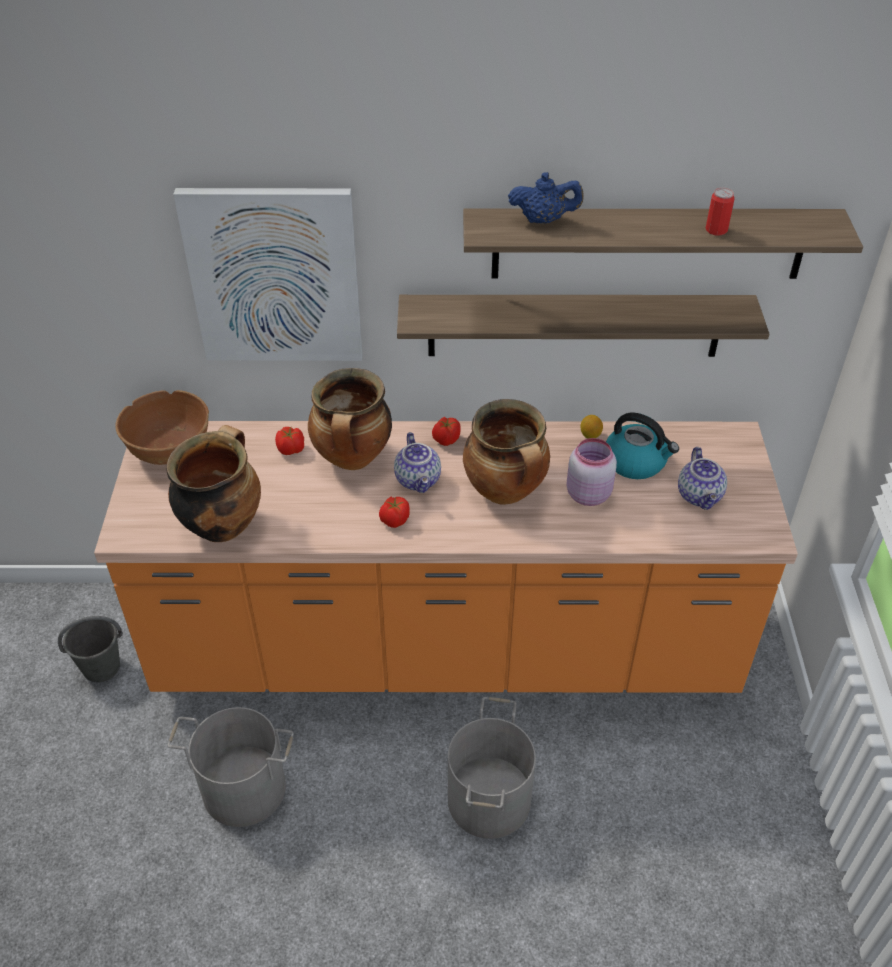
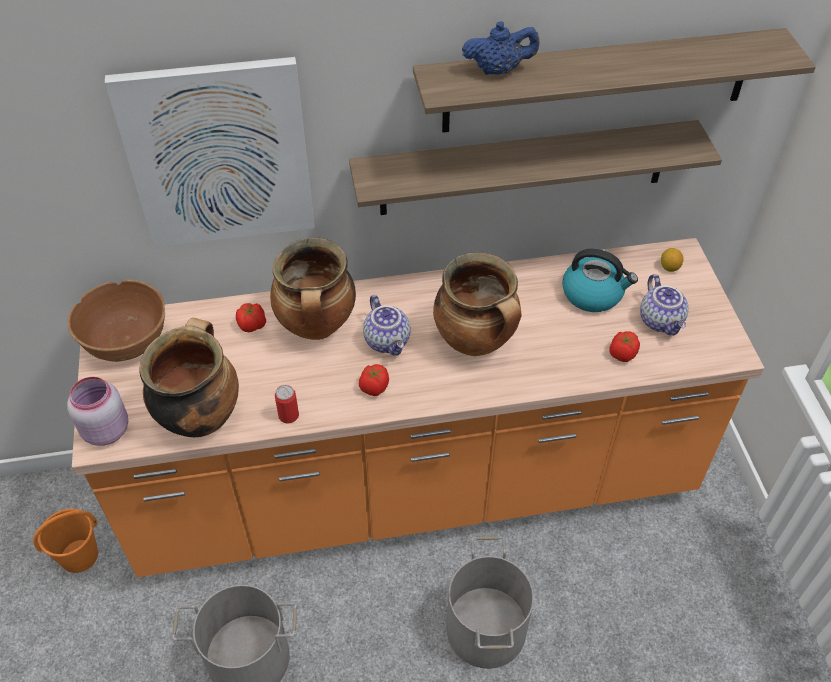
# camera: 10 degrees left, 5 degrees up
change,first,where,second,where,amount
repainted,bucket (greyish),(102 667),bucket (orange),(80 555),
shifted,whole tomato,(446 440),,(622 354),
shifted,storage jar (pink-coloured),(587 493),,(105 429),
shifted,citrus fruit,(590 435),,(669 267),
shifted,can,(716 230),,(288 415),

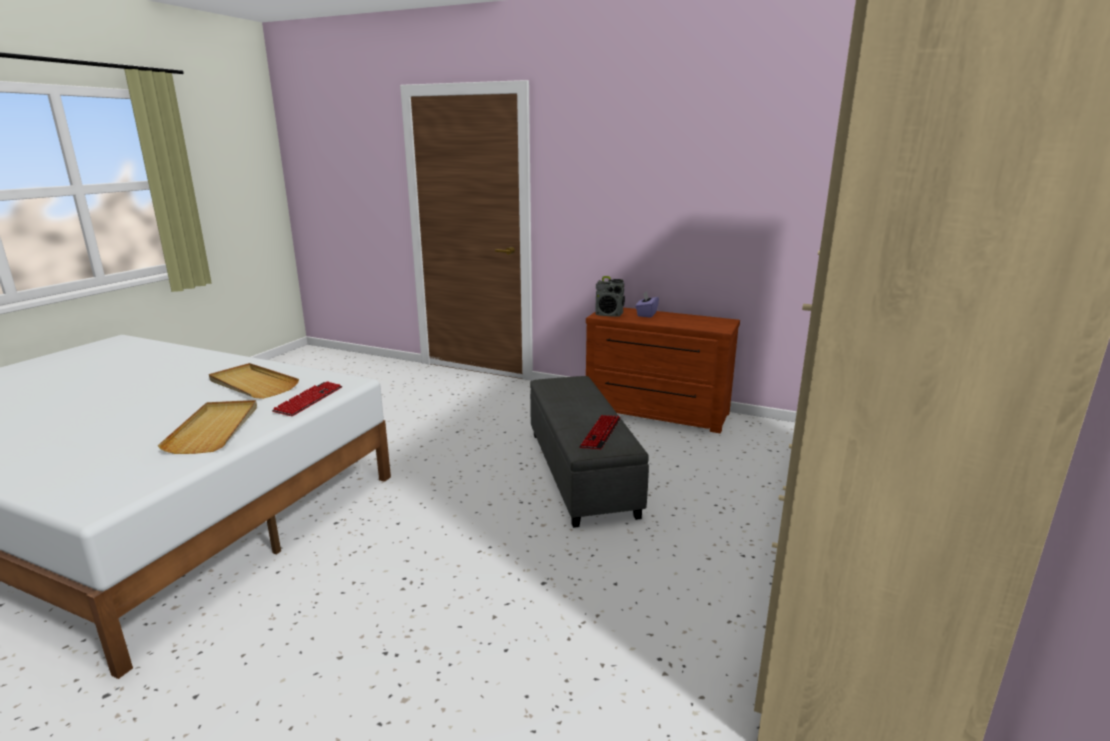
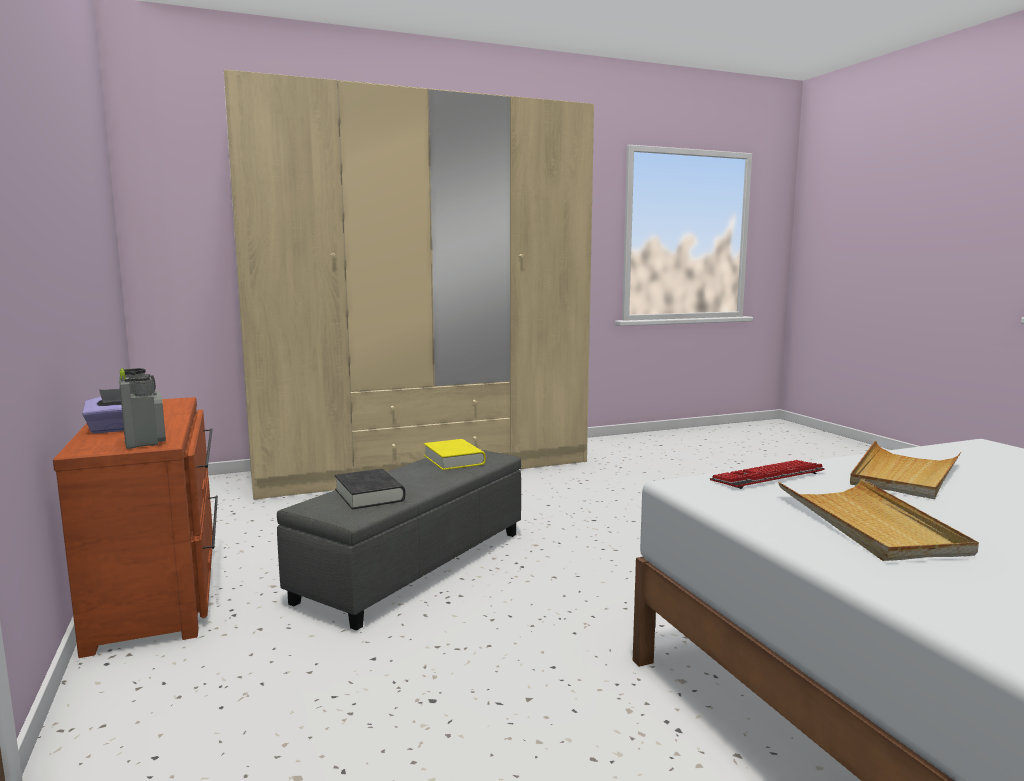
# camera: 135 degrees left, 10 degrees down
change,first,where,second,where,amount
swapped,computer keyboard,(600 433),bound book (yellowish),(454 460),
new,,,bound book (black),(369 495),

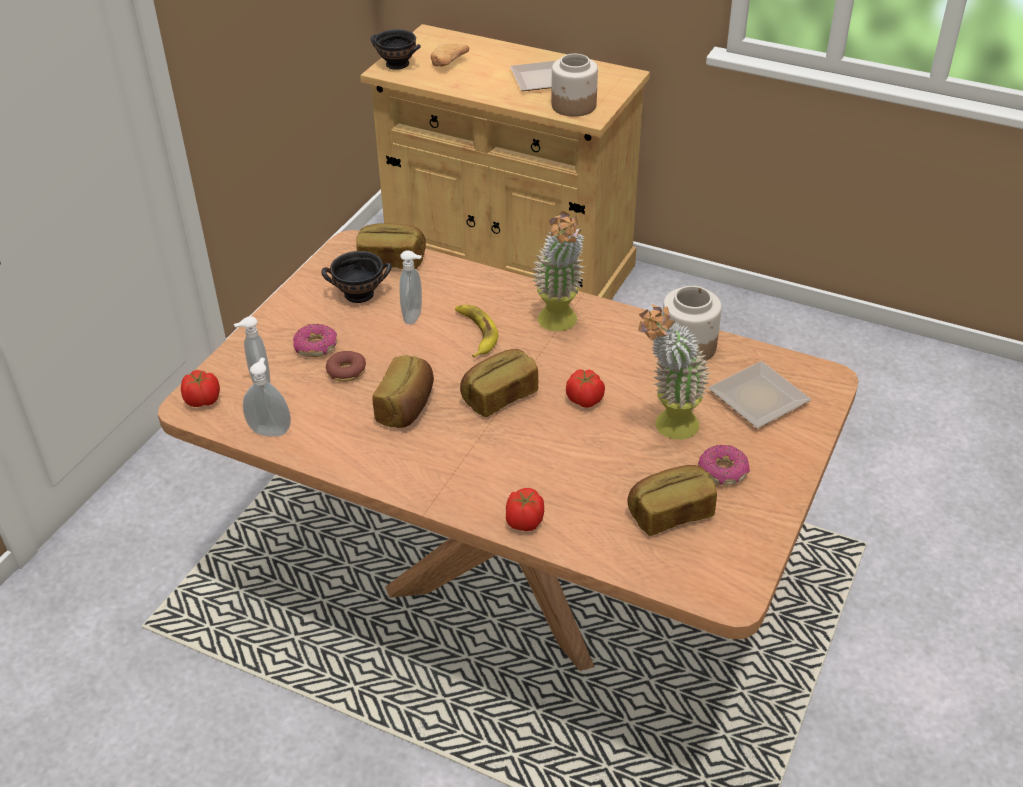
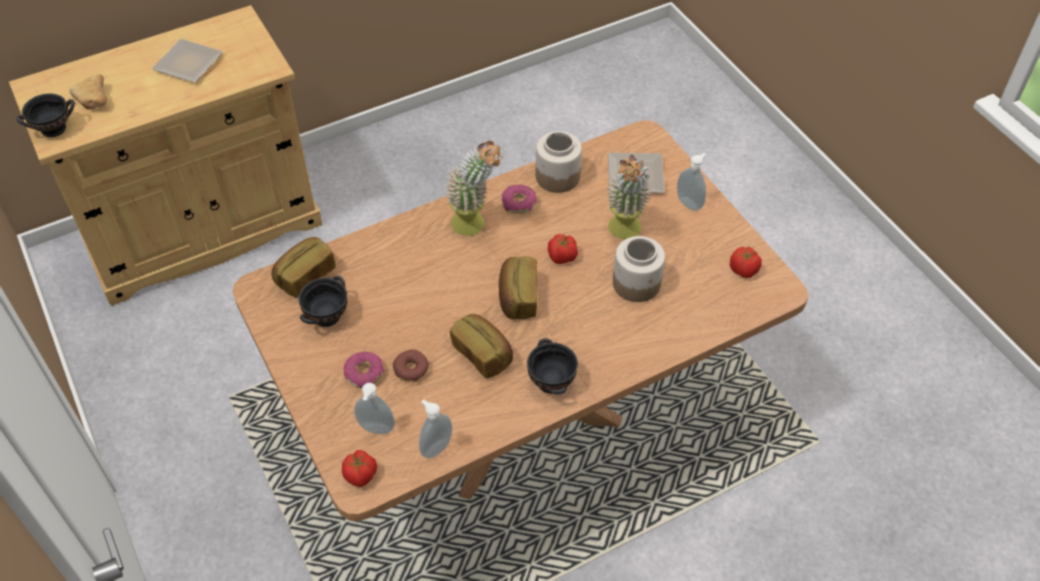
# camera: 55 degrees left, 10 degrees up
change,first,where,second,where,amount
shifted,soap bottle,(414 317),,(690 203),
gone,whole banana,(475 333),,,
shifted,whole tomato,(524 522),,(743 270),
shifted,storage jar,(574 106),,(637 283),
gone,bakery bread,(670 513),,,
shifted,doughnut,(723 471),,(519 203),
new,,,serving bowl (black),(551 383),

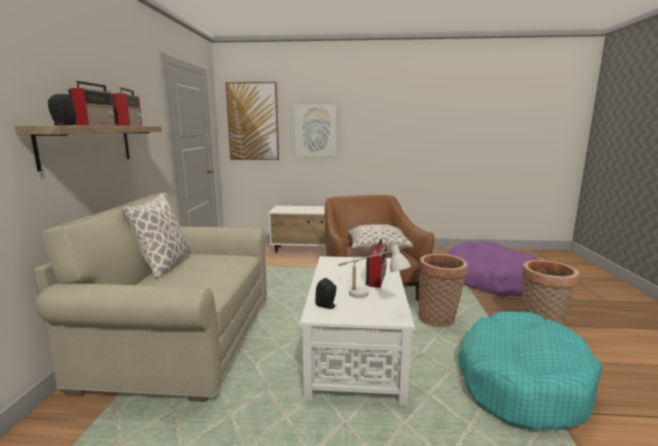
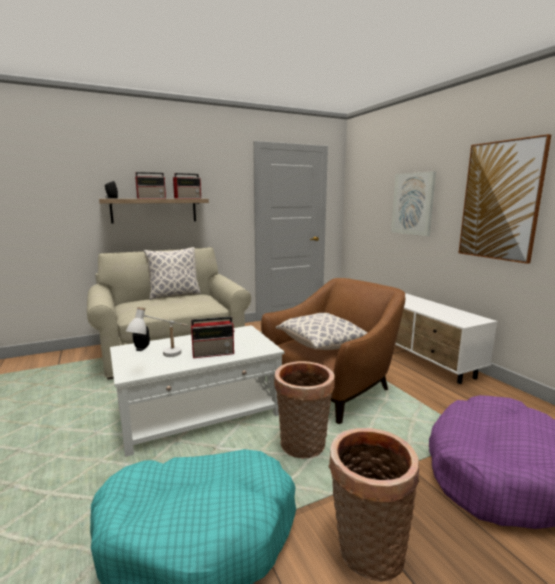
# camera: 60 degrees right, 0 degrees up
change,first,where,second,where,amount
shifted,wall art,(253 121),,(500 201),

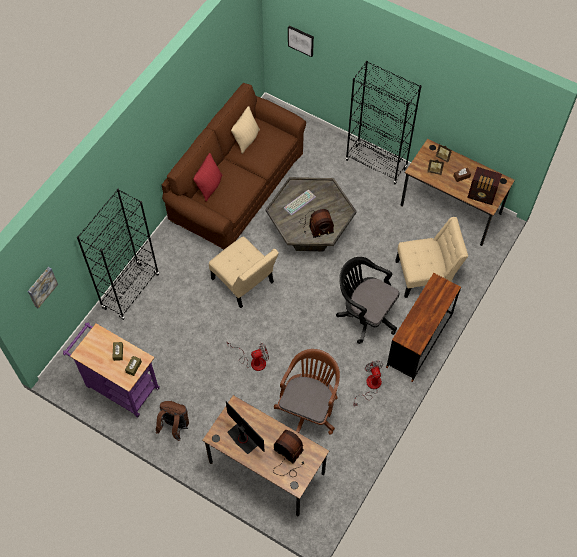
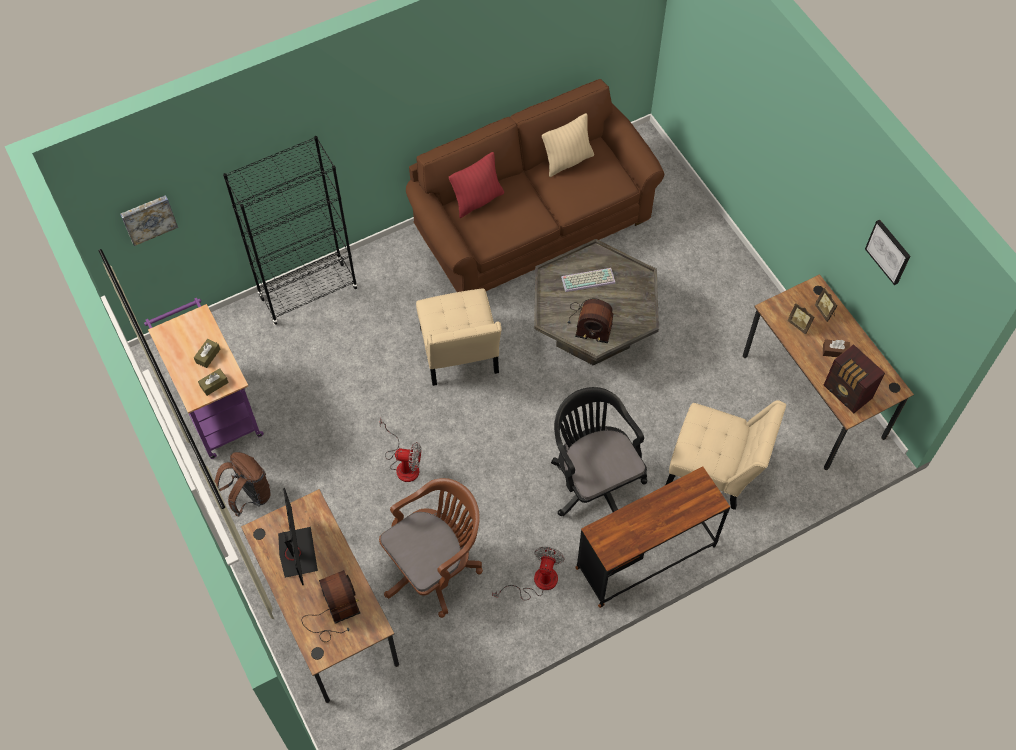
# camera: 30 degrees right, 0 degrees up
change,first,where,second,where,amount
shifted,wall art,(301 40),,(888 251),
gone,bookshelf (black),(376 164),,,

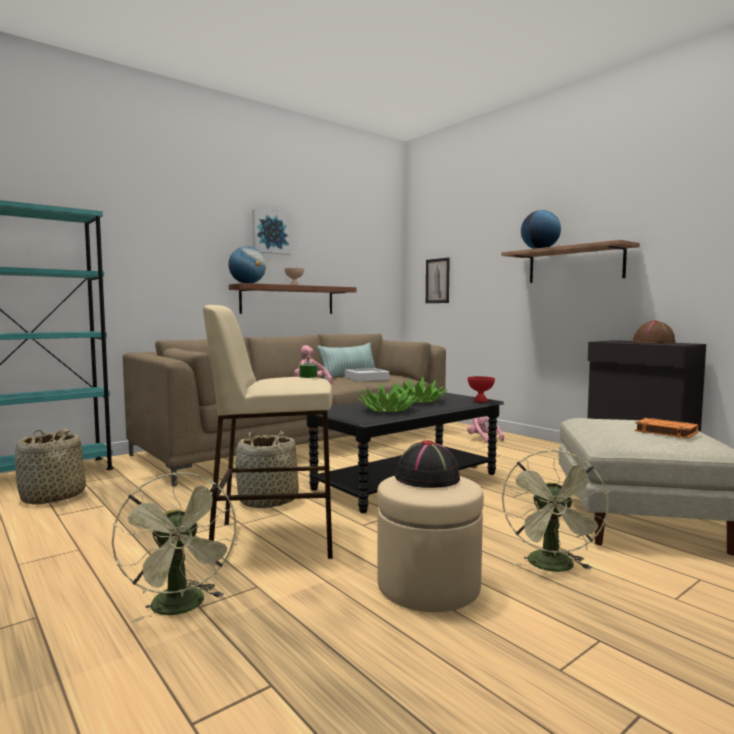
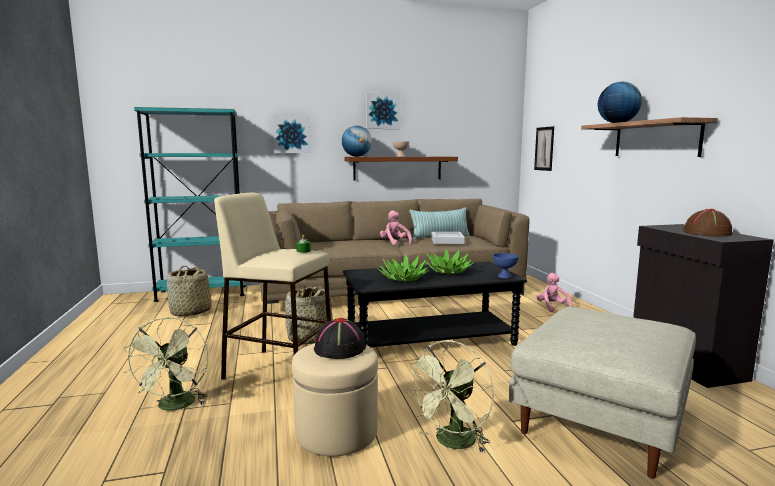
# camera: 25 degrees right, 5 degrees up
change,first,where,second,where,amount
repainted,serving bowl (red-coloured),(480 401),serving bowl (blue),(504 276),
gone,bound book (orange),(665 432),,,
new,,,wall art,(291 134),

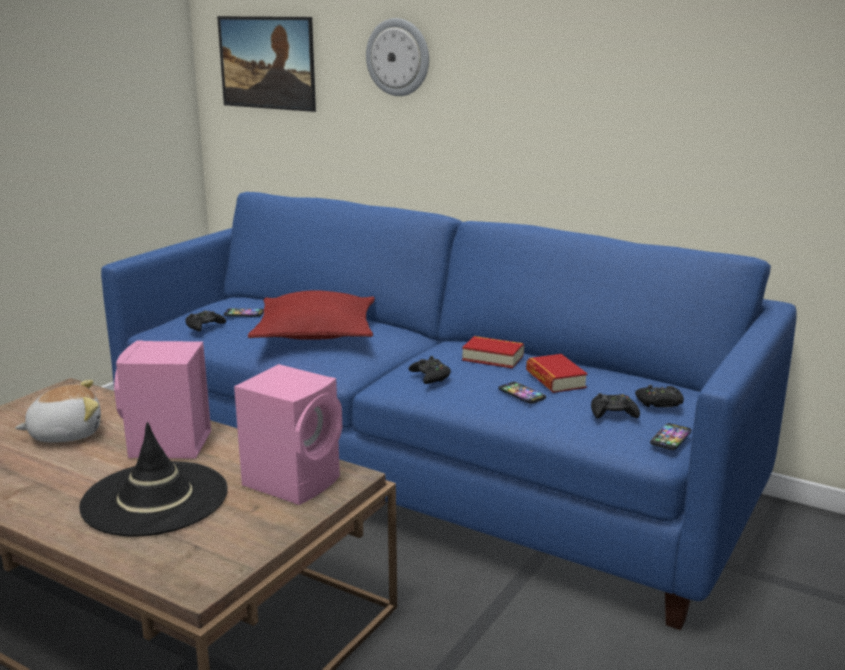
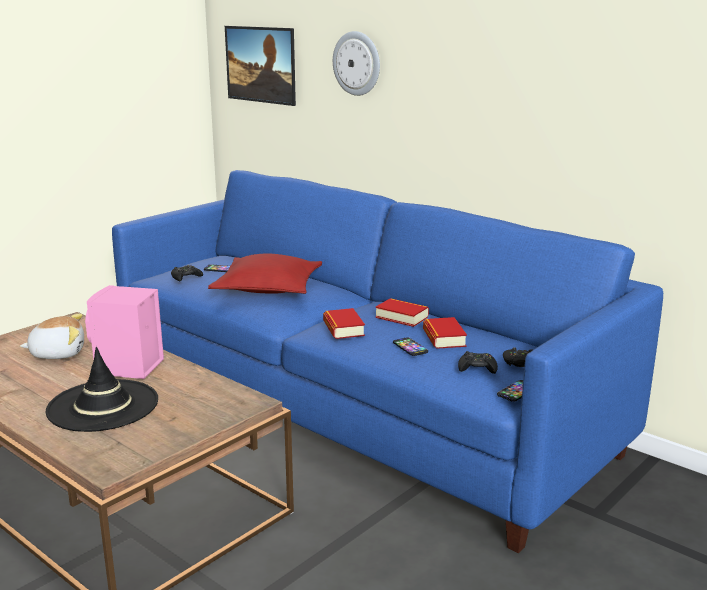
# camera: 10 degrees right, 0 degrees up
change,first,where,second,where,amount
gone,speaker (pink-coloured),(294 480),,,
swapped,joypad (black),(430 376),bound book,(343 329),

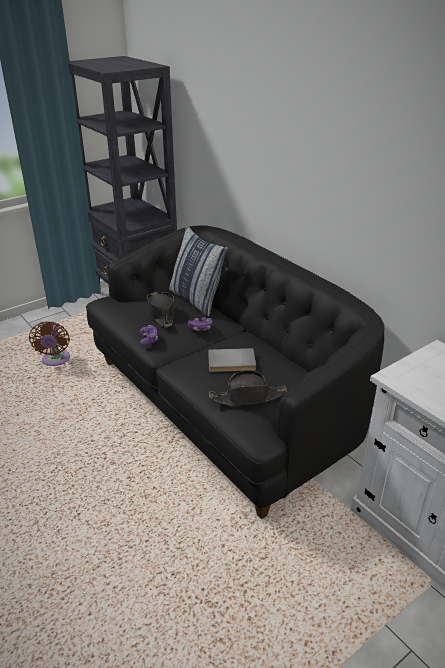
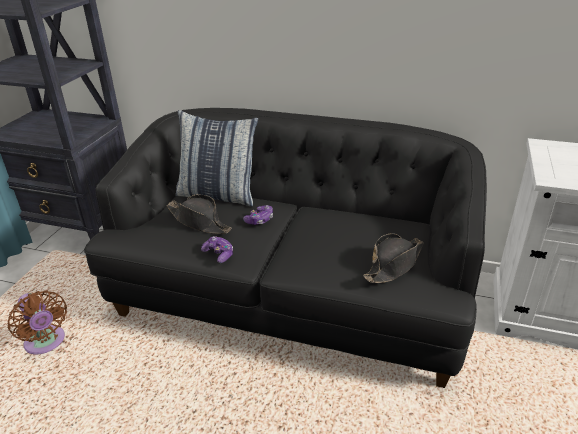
# camera: 35 degrees left, 0 degrees up
change,first,where,second,where,amount
gone,bound book (greyish),(231 363),,,

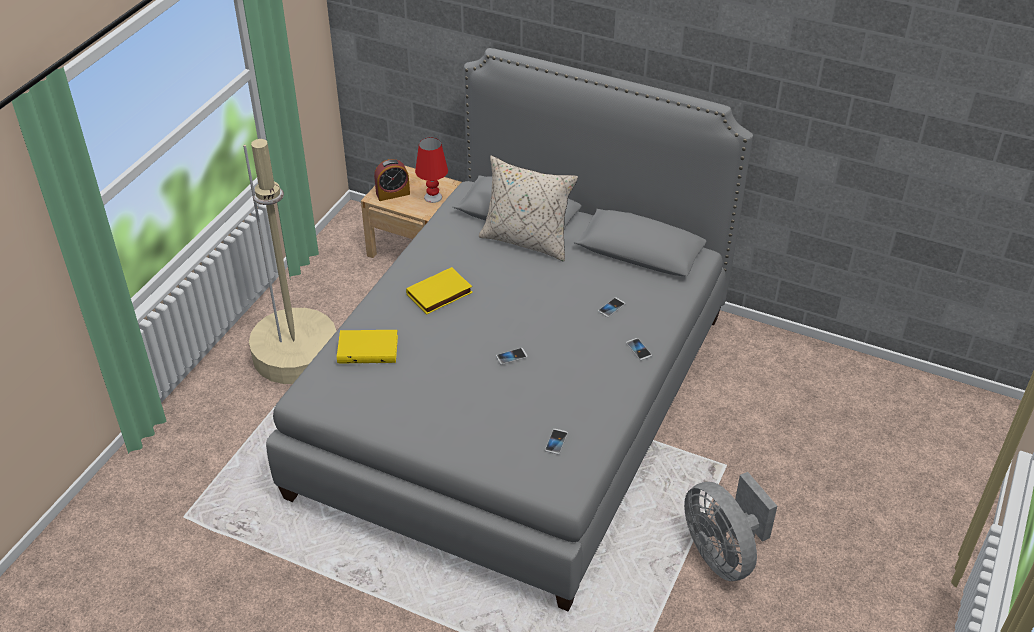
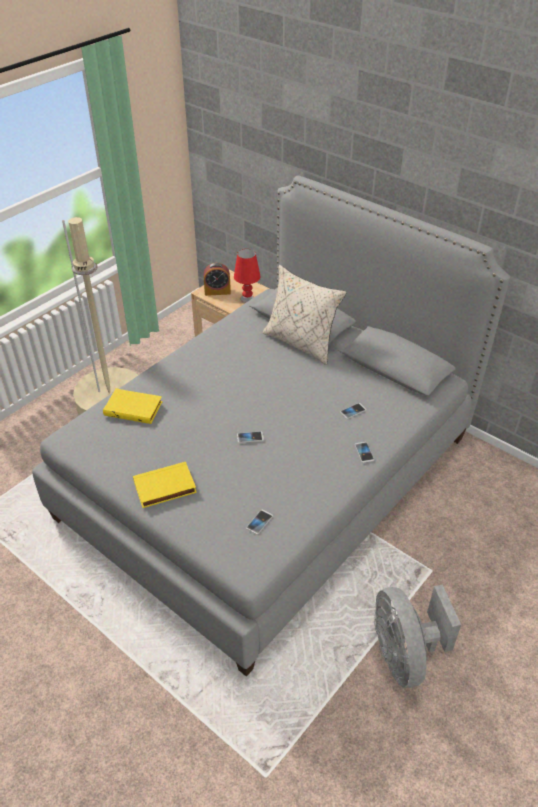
# camera: 15 degrees right, 0 degrees up
change,first,where,second,where,amount
shifted,bound book (yellowish),(440 294),,(165 488),

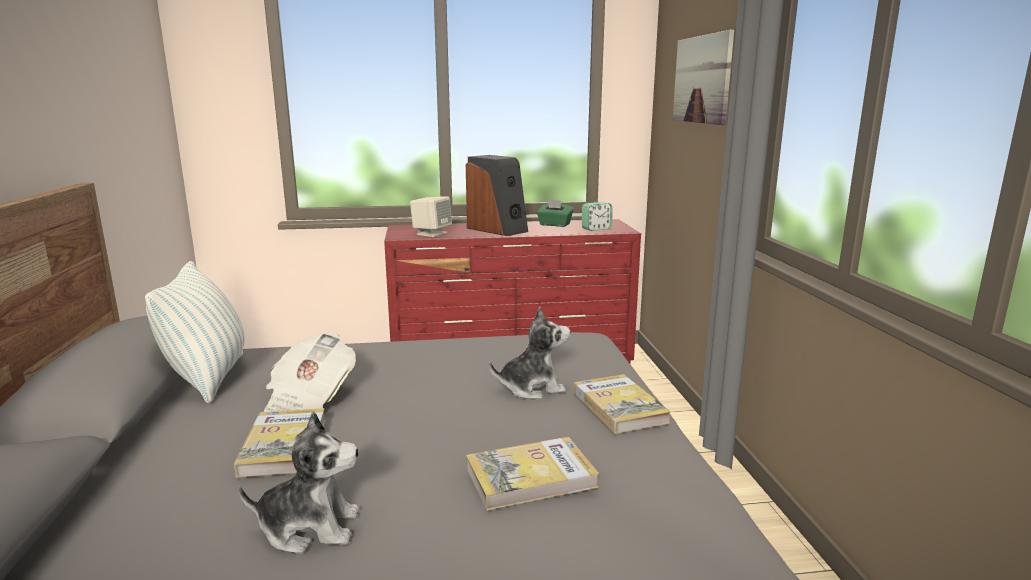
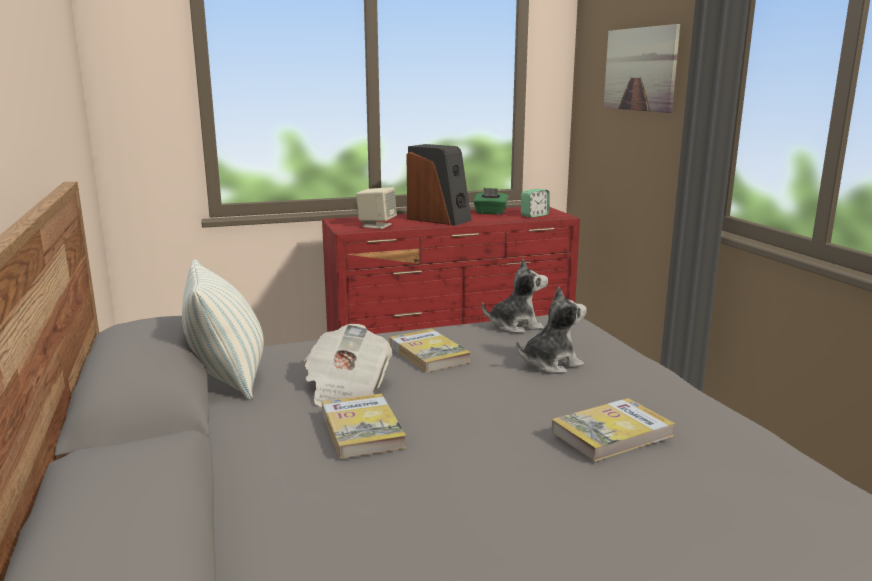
# camera: 10 degrees left, 0 degrees up
change,first,where,second,where,amount
shifted,plush toy,(310 528),,(515 326),
shifted,bound book,(619 407),,(429 354),

